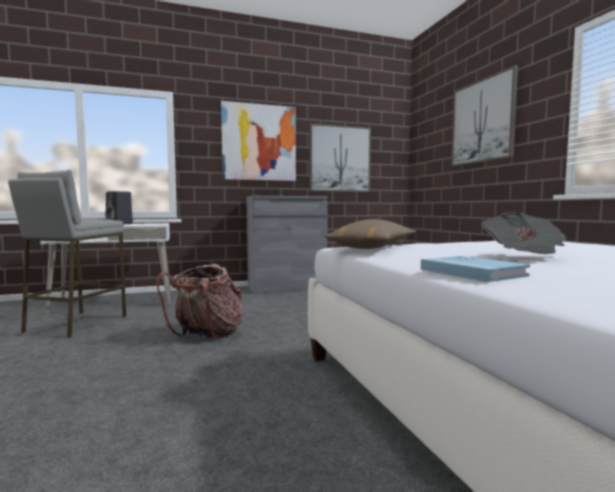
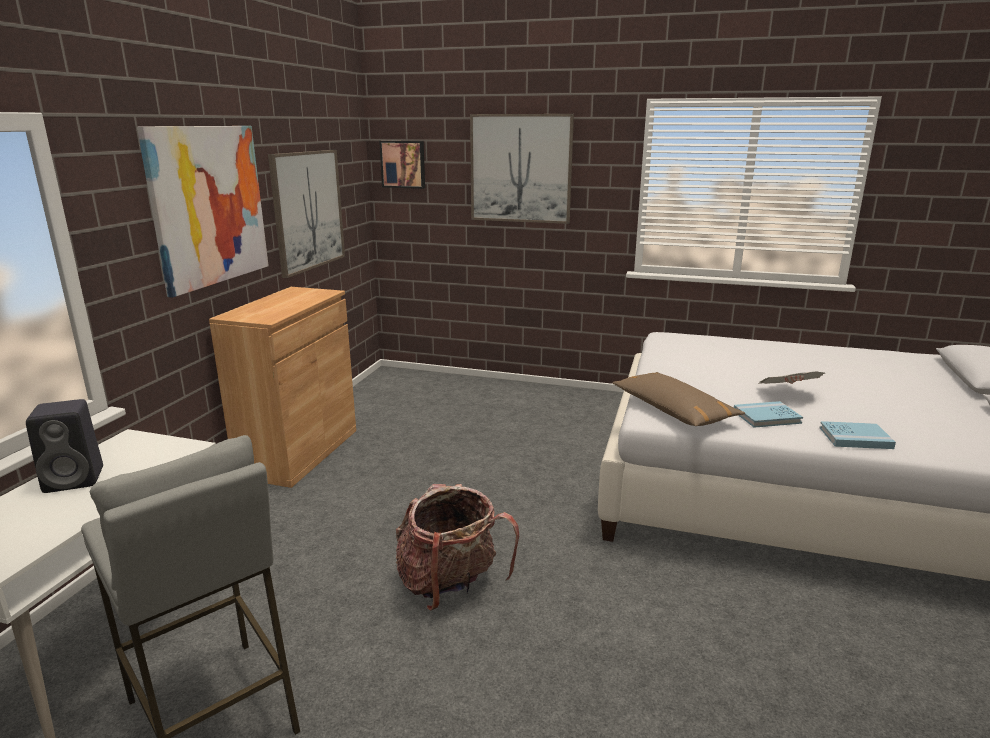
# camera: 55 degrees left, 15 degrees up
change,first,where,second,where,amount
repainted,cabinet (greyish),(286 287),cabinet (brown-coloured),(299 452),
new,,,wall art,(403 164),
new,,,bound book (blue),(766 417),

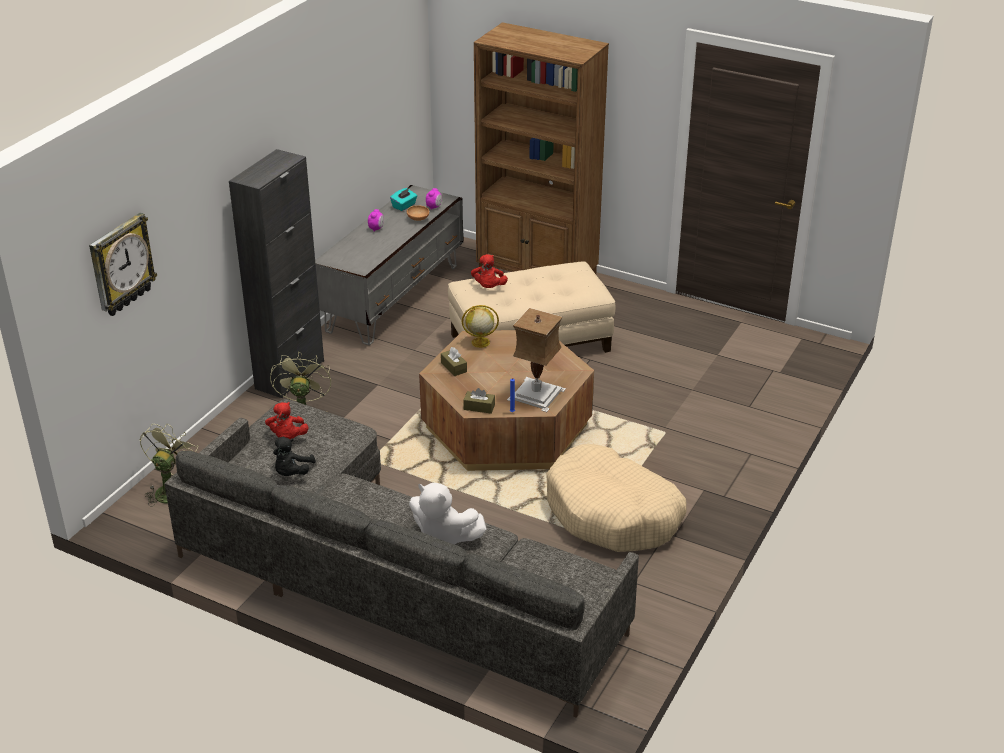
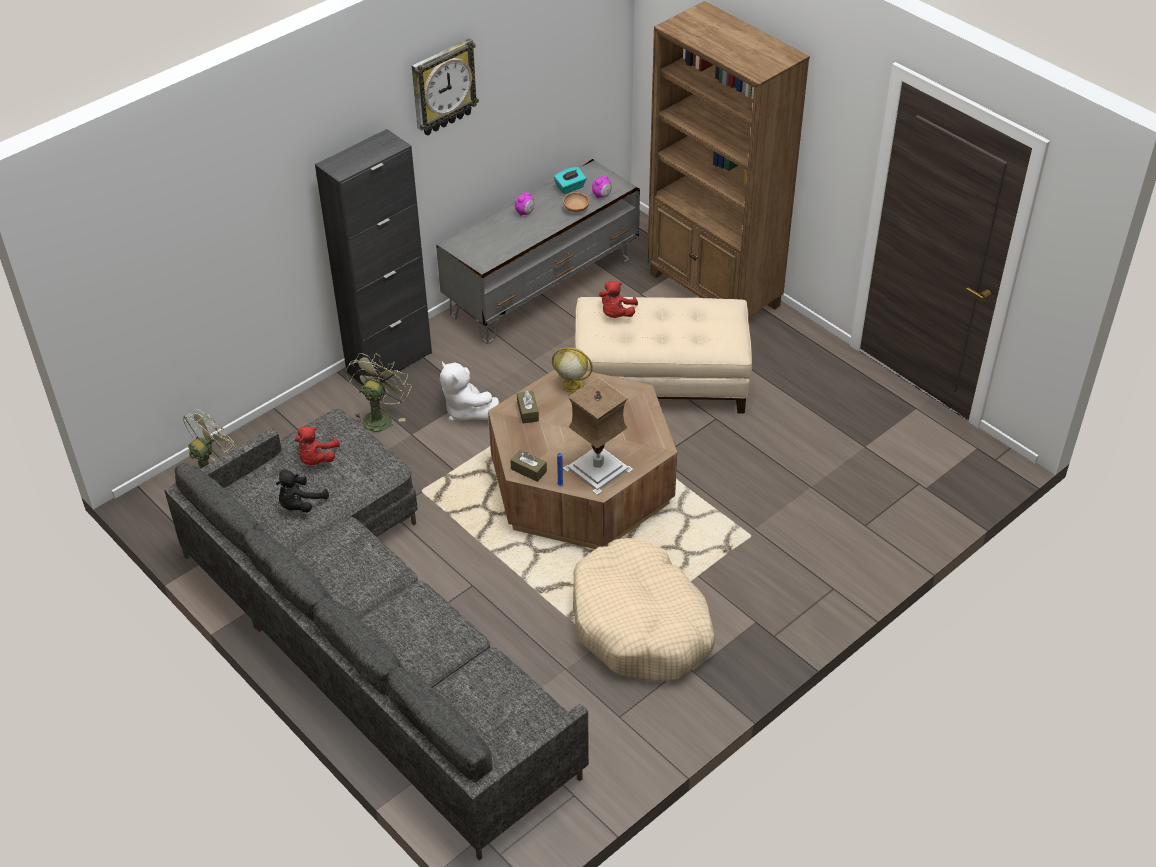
# camera: 20 degrees right, 10 degrees up
change,first,where,second,where,amount
shifted,wall clock,(121 265),,(443 87),
shifted,plush toy (white),(443 537),,(466 411),

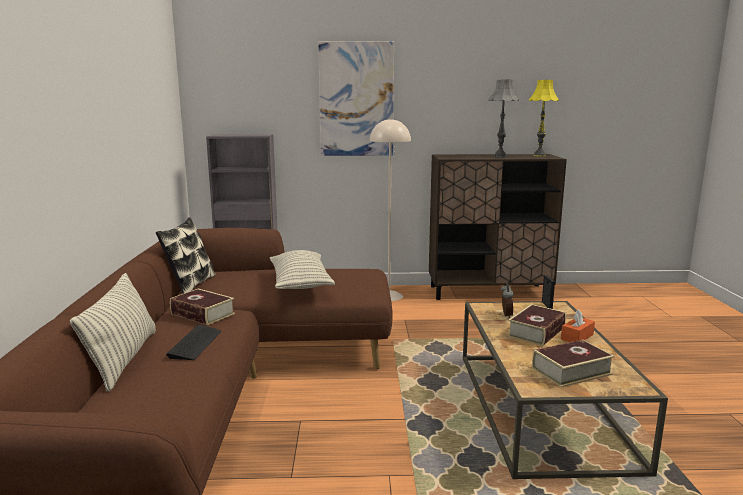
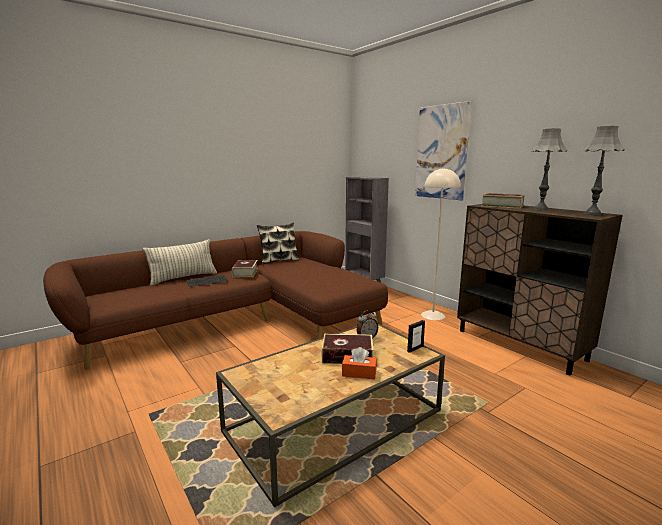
# camera: 55 degrees right, 0 degrees up
change,first,where,second,where,amount
gone,cushion,(300 284),,,
repainted,tabletop lamp (yellowish),(539 155),tabletop lamp (greyish),(592 214),
shifted,bound book,(571 371),,(502 206),

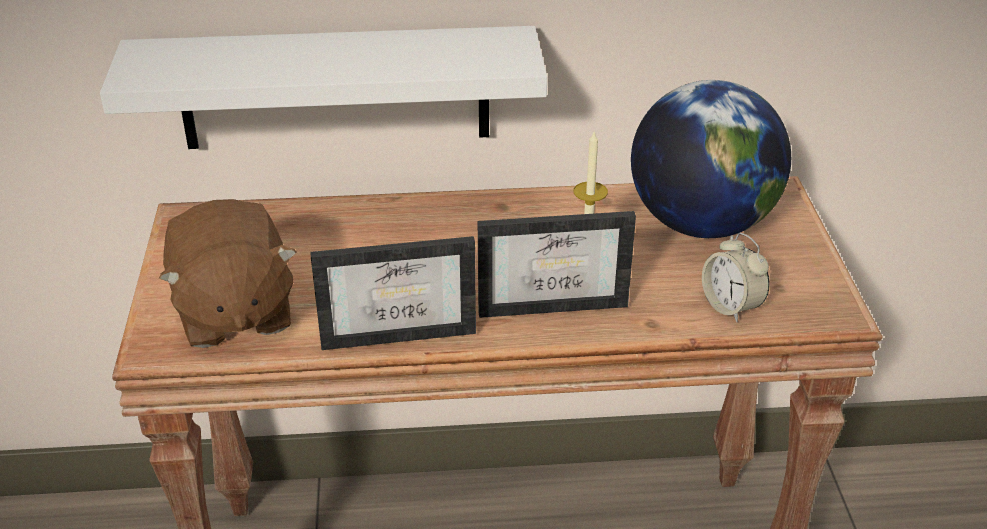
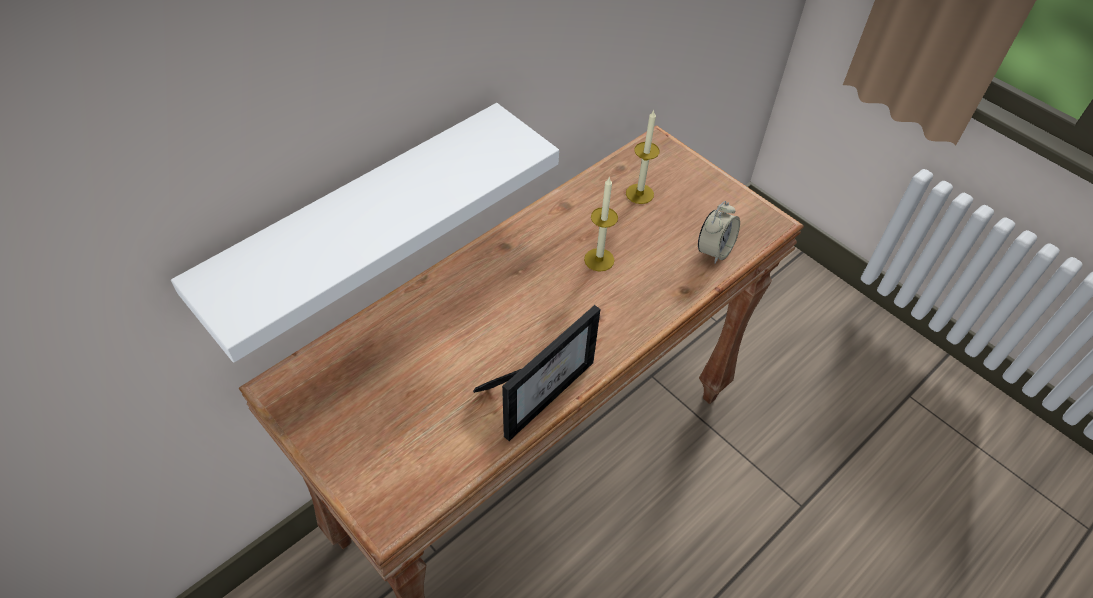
# camera: 40 degrees left, 15 degrees up
change,first,where,second,where,amount
gone,plush toy (brown-coloured),(233 312),,,
gone,picture frame,(553 300),,,
swapped,world globe,(701 224),wax candle,(639 194),
rotated,bedside clock,(731 306),,(714 250),75 degrees counterclockwise

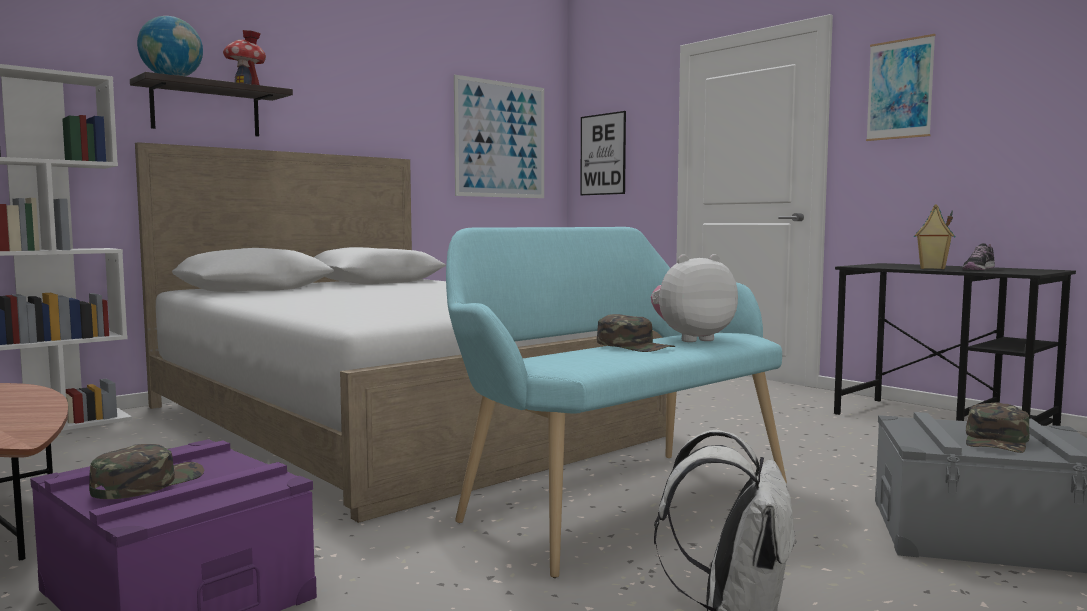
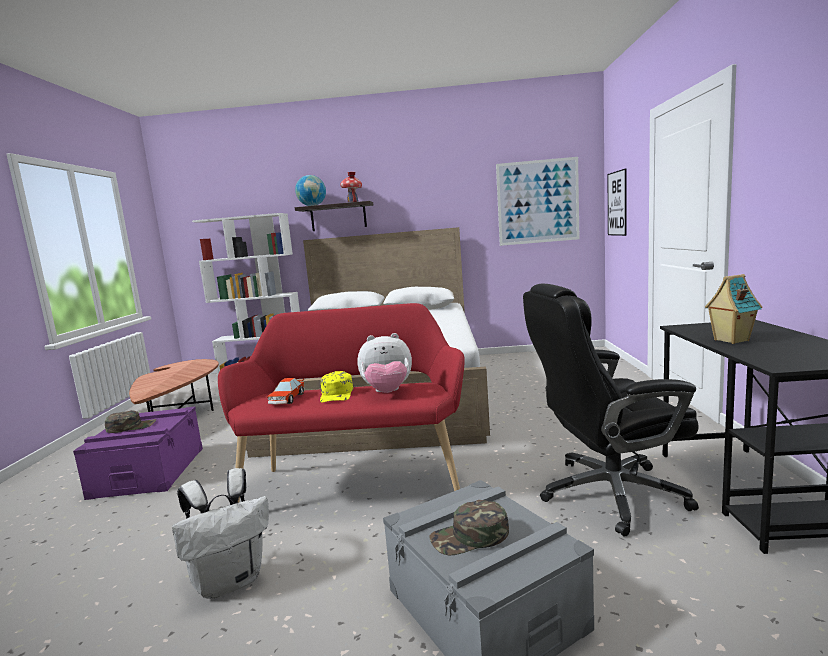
# camera: 45 degrees right, 5 degrees up
change,first,where,second,where,amount
repainted,indoor bench (turquoise),(616 499),indoor bench (red-coloured),(355 482),
repainted,cap (green-coloured),(634 346),cap (yellowish),(337 394),
rotated,plush toy,(691 339),,(387 392),150 degrees clockwise
gone,wall art,(900 89),,,
gone,item of footwear,(978 269),,,
new,,,model car,(287 399),
new,,,computer chair (black),(608 494),

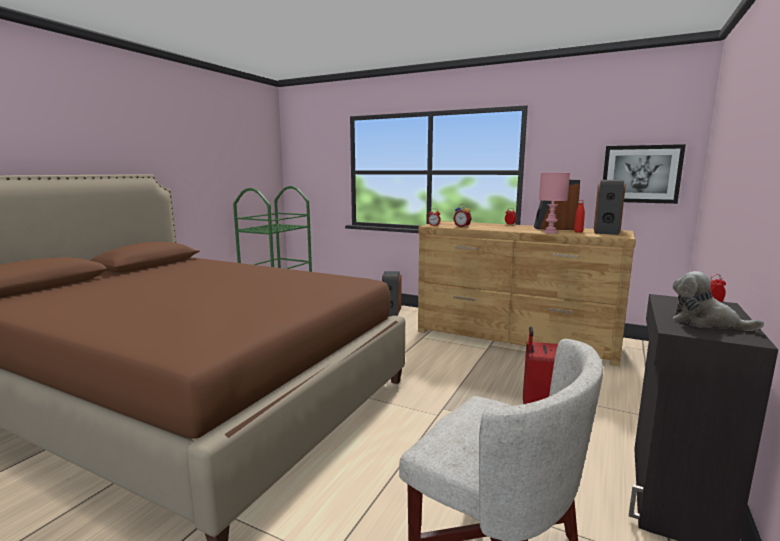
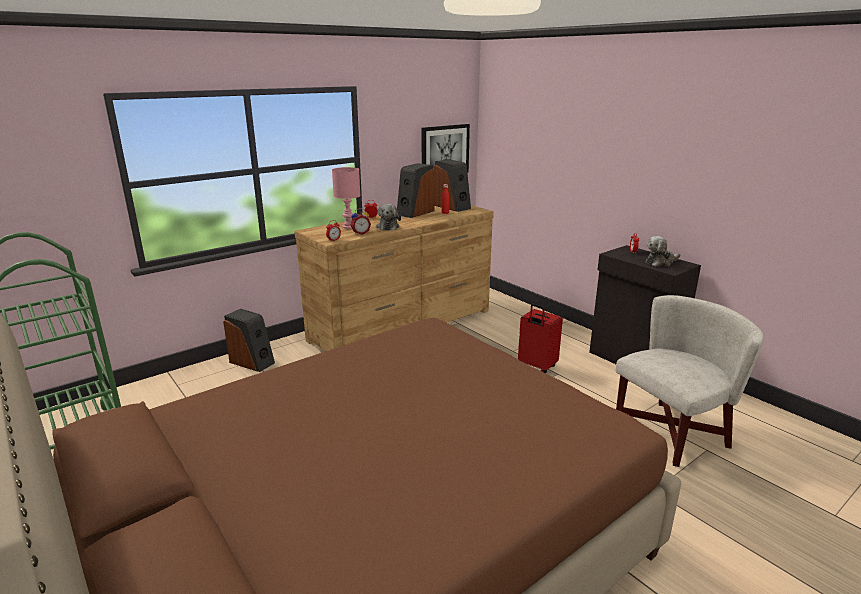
# camera: 65 degrees left, 10 degrees up
change,first,where,second,where,amount
shifted,tabletop lamp (pink-coloured),(550 232),,(348 227),
new,,,plush toy,(388 227),

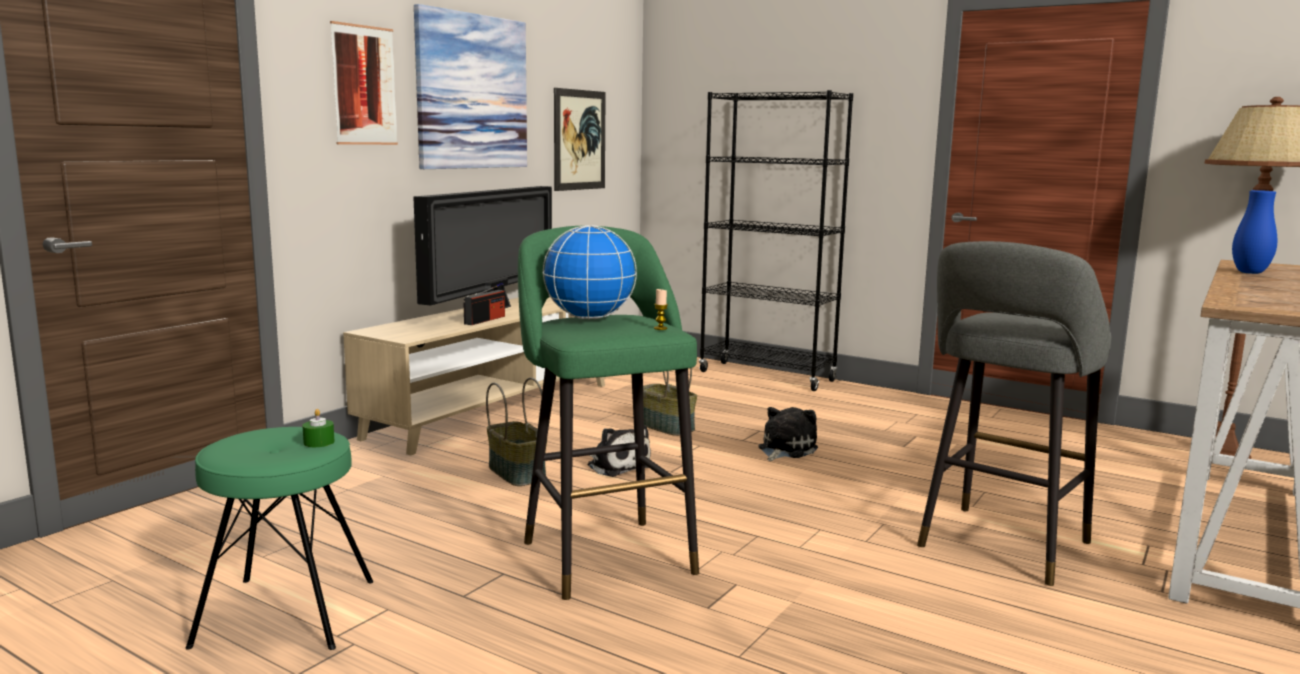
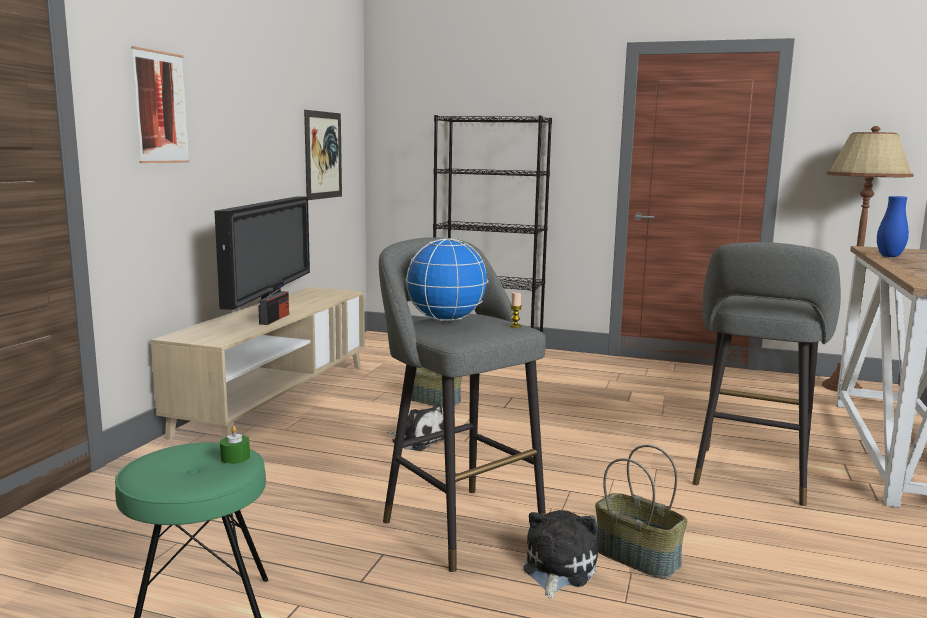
# camera: 15 degrees left, 0 degrees up
change,first,where,second,where,amount
gone,wall art,(472 92),,,
shifted,household basket,(518 473),,(638 556),
repainted,sitting stool (green-coloured),(604 553),sitting stool (greyish),(457 523),
shifted,plush toy,(785 449),,(557 569),

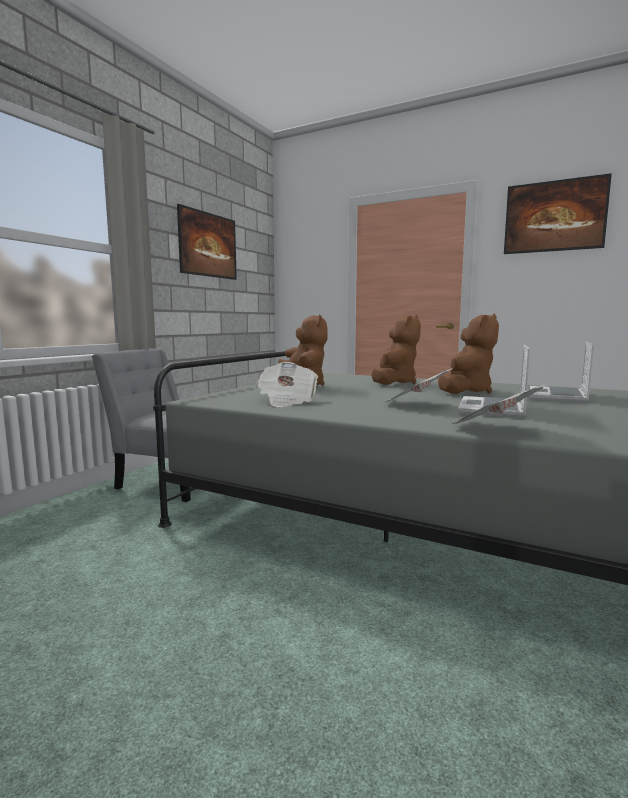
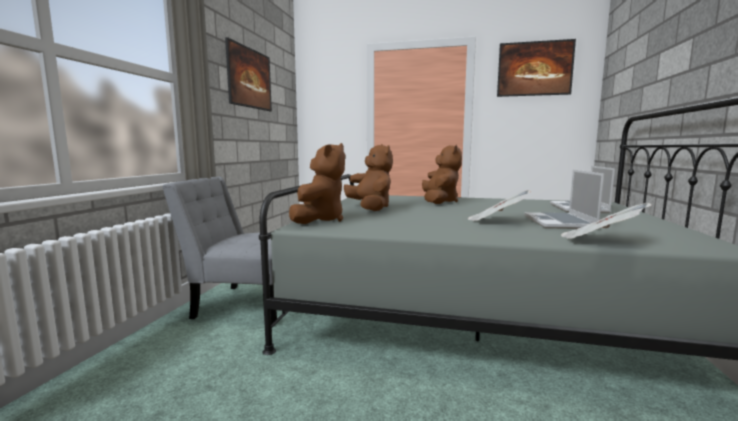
# camera: 15 degrees left, 0 degrees up
change,first,where,second,where,amount
gone,daily paper,(287 401),,,
shifted,plush toy (brown-coloured),(465 391),,(319 220),

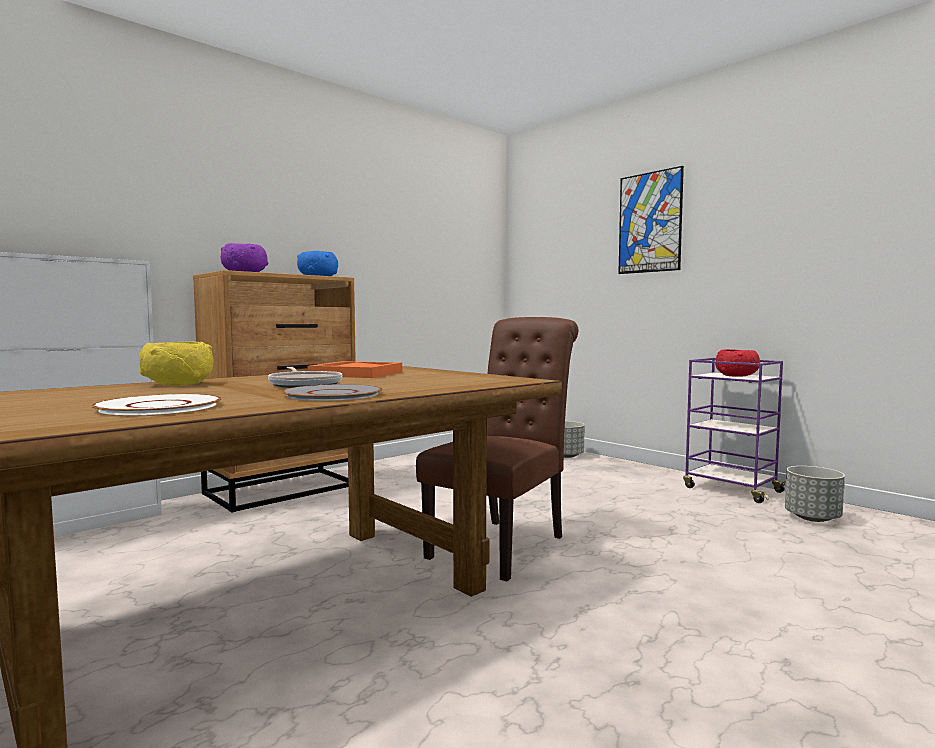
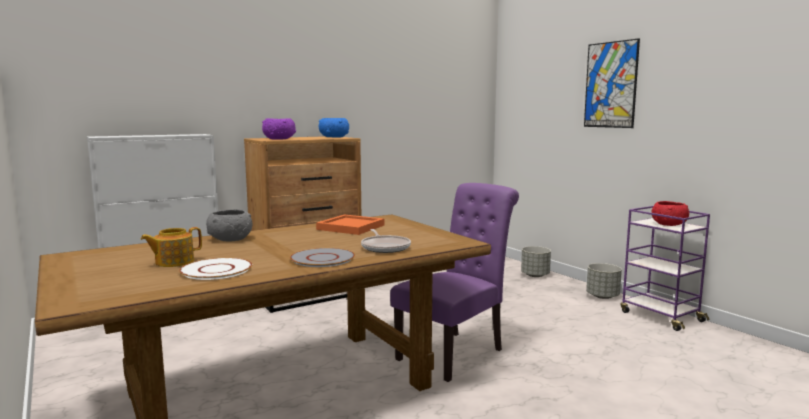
# camera: 10 degrees right, 5 degrees up
change,first,where,second,where,amount
repainted,serving bowl (yellowish),(178 384),serving bowl (greyish),(230 239),
shifted,frying pan,(305 384),,(385 247),
repainted,chair (brown-coloured),(503 544),chair (purple-coloured),(455 352),
shifted,flower pot (greyish),(812 518),,(602 296),
new,,,teapot,(173 262),

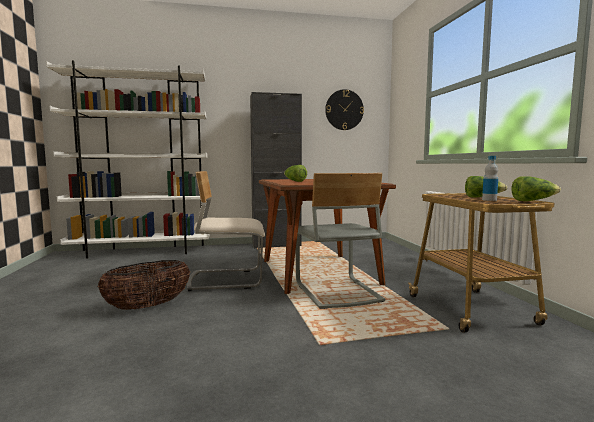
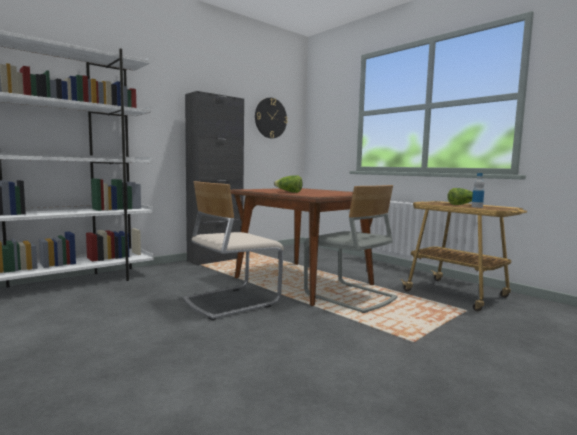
# camera: 30 degrees left, 0 degrees up
change,first,where,second,where,amount
gone,household basket,(148 306),,,
gone,lettuce head,(533 201),,,

